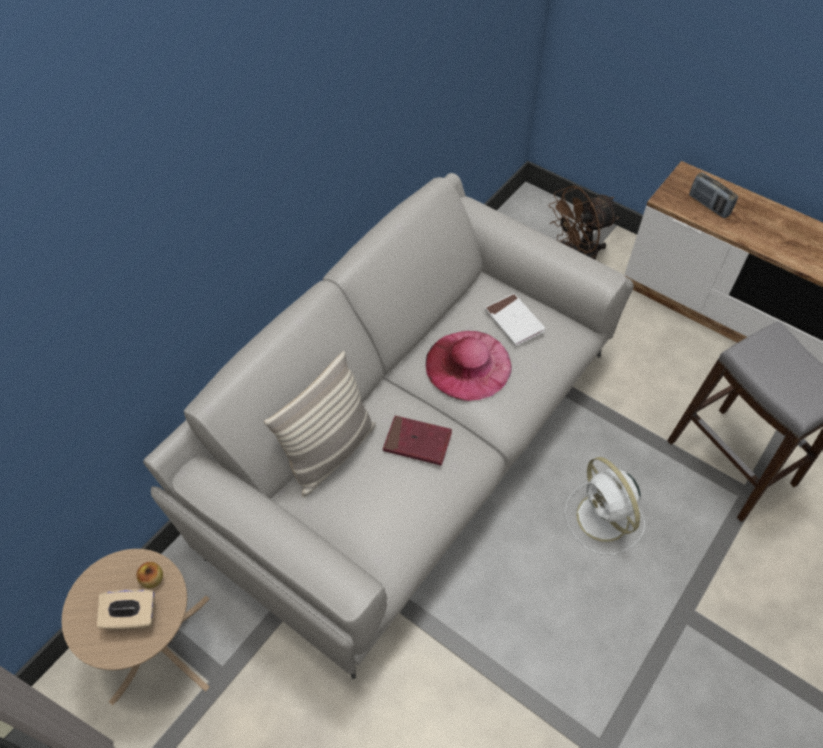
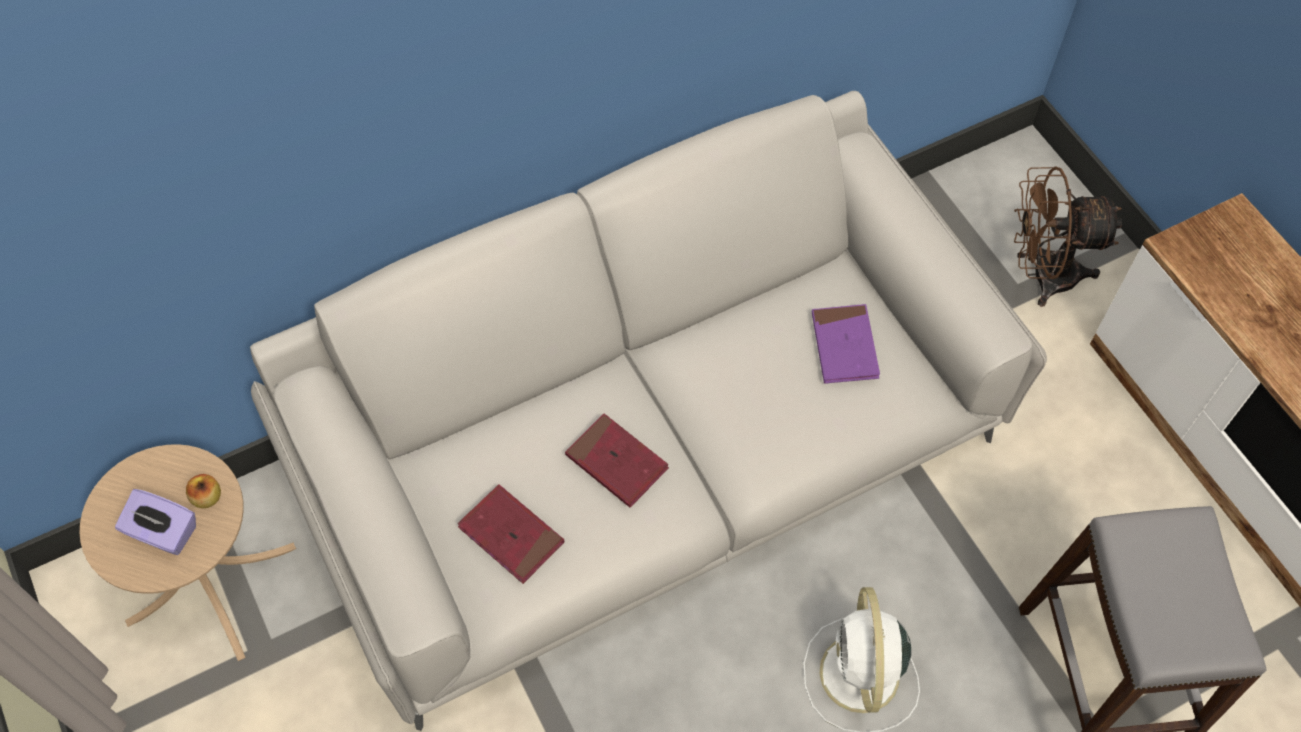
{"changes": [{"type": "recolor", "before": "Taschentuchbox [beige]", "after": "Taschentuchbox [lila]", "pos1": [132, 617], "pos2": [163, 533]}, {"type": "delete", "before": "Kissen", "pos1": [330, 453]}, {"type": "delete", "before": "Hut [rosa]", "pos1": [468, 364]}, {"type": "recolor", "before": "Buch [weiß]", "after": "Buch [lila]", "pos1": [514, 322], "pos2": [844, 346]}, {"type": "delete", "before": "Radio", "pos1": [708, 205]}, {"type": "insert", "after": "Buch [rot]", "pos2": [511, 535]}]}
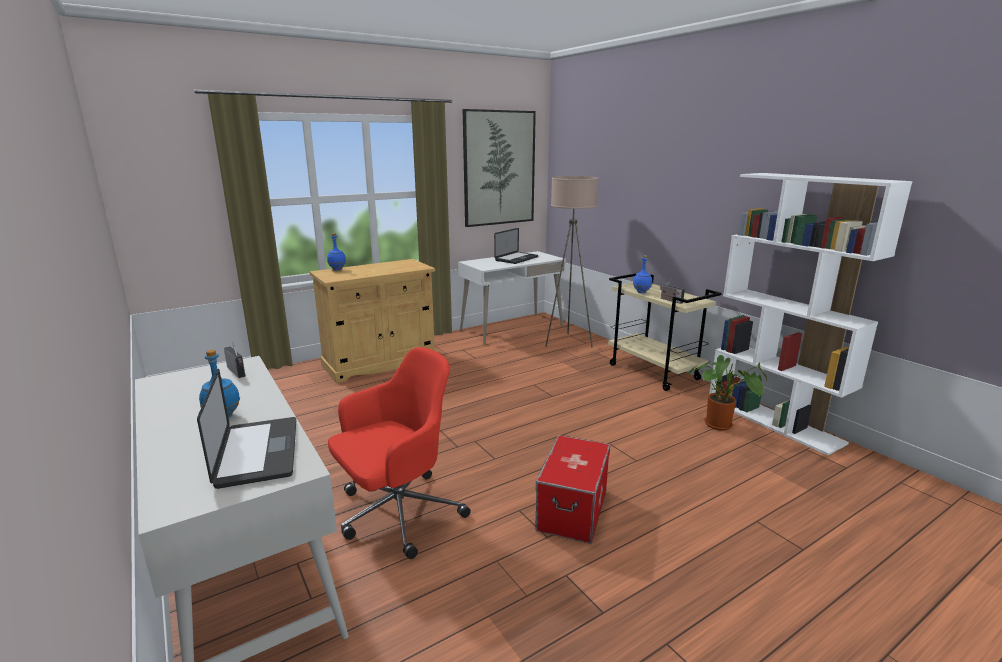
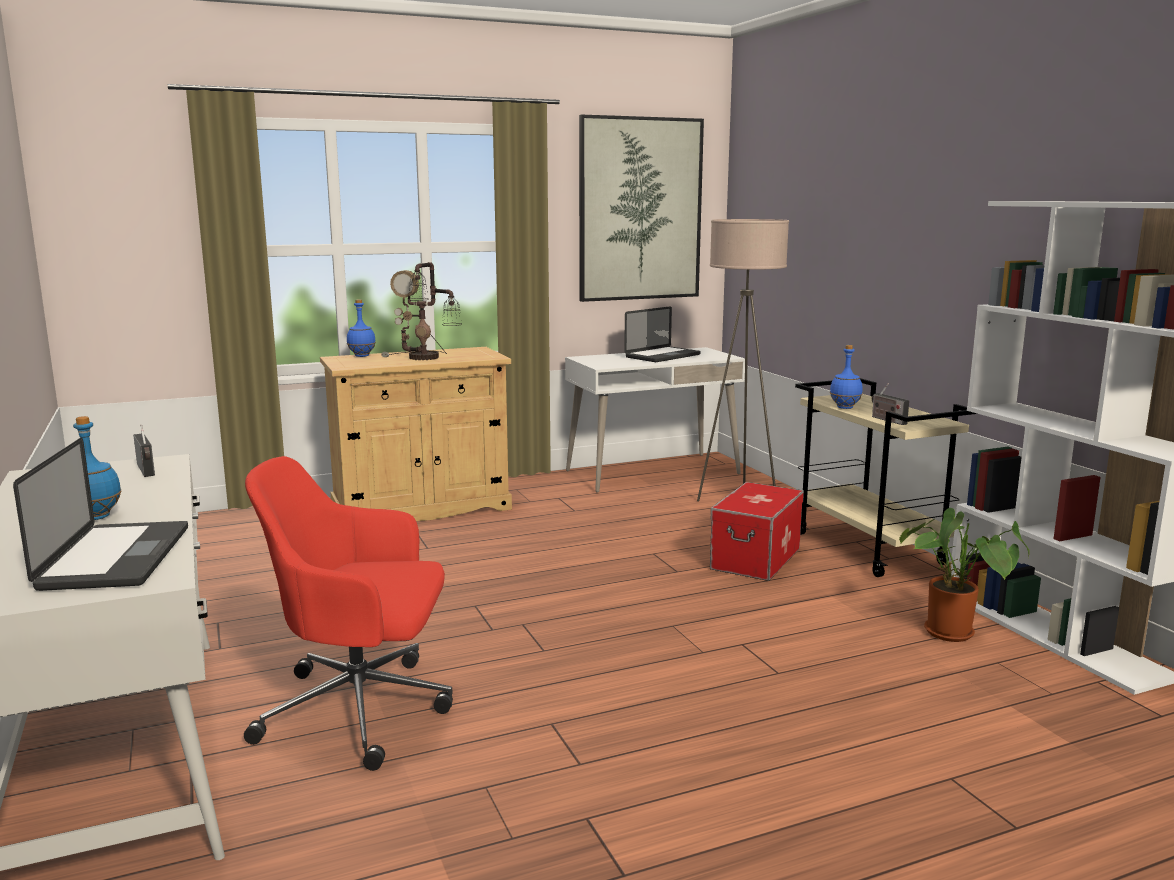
{"changes": [{"type": "rotate", "before": "Bürostuhl [rot]", "pos1": [397, 513], "pos2": [361, 710], "turn": -150}, {"type": "move", "before": "Aufbewahrungsbox", "pos1": [573, 510], "pos2": [756, 559]}, {"type": "insert", "after": "Tischlampe", "pos2": [425, 358]}]}
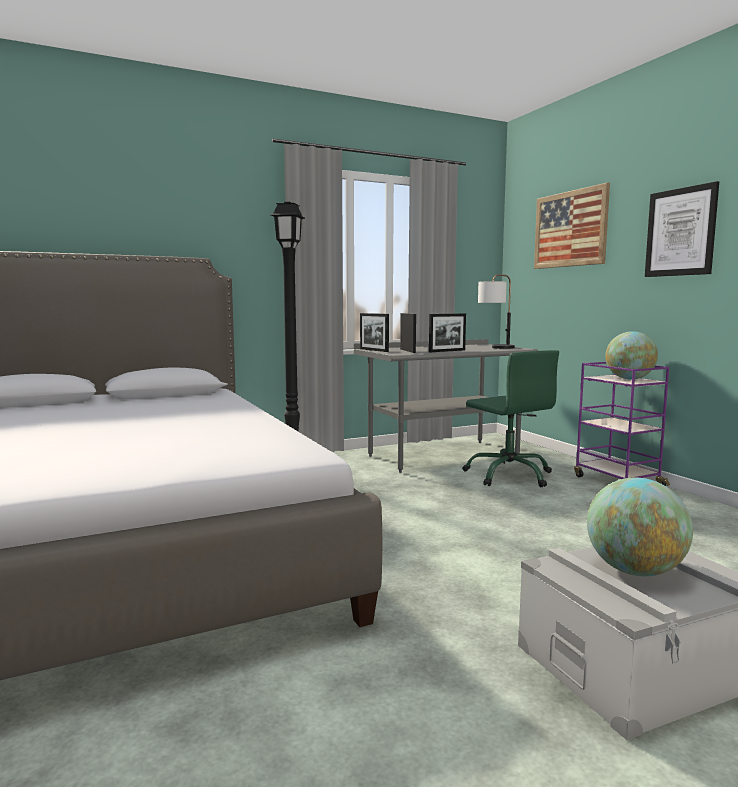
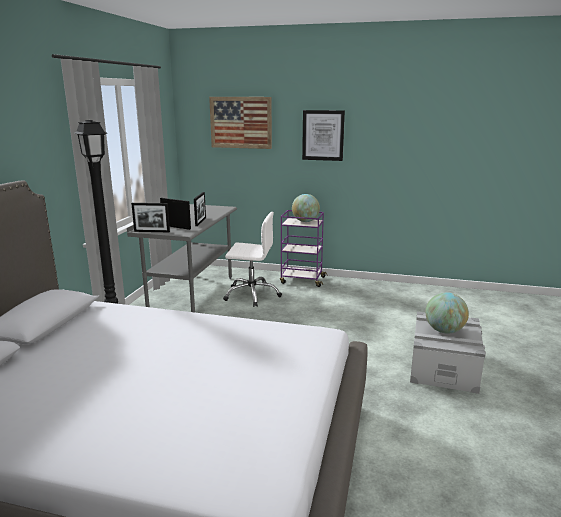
{"changes": [{"type": "recolor", "before": "Bürostuhl [grün]", "after": "Bürostuhl [weiß]", "pos1": [509, 475], "pos2": [252, 295]}, {"type": "delete", "before": "Tischlampe", "pos1": [495, 348]}]}
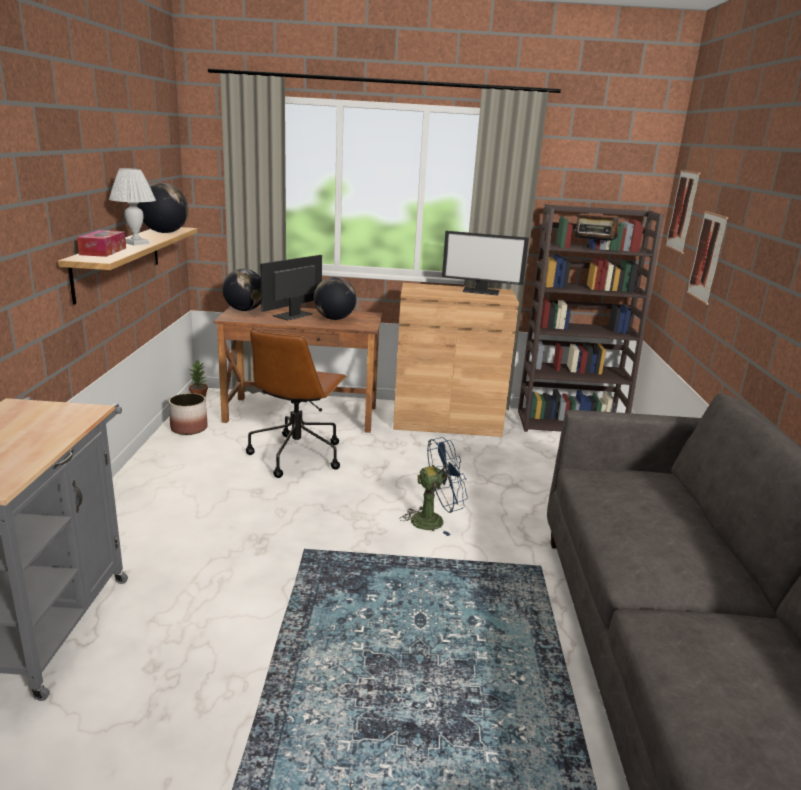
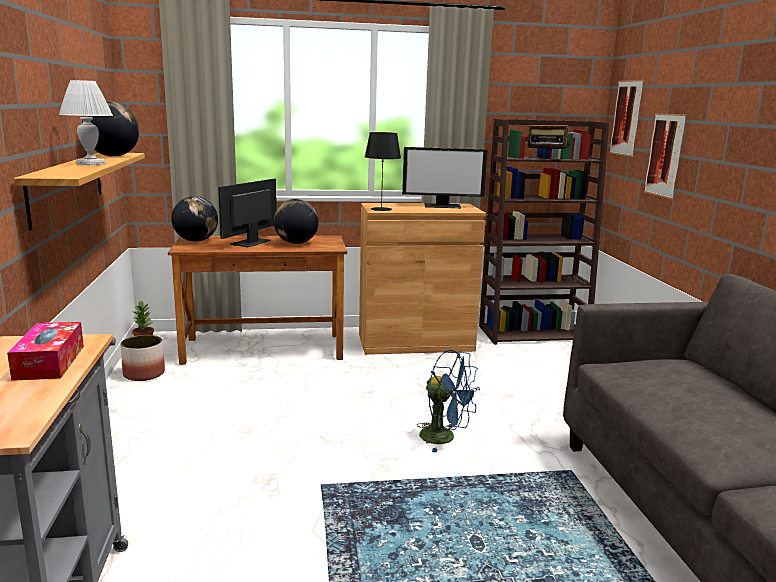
{"changes": [{"type": "move", "before": "Taschentuchbox", "pos1": [103, 251], "pos2": [49, 362]}, {"type": "delete", "before": "Bürostuhl [braun]", "pos1": [297, 454]}, {"type": "rotate", "before": "Ventilator [blau]", "pos1": [434, 520], "pos2": [445, 438], "turn": 60}, {"type": "insert", "after": "Tischlampe [schwarz]", "pos2": [381, 209]}]}
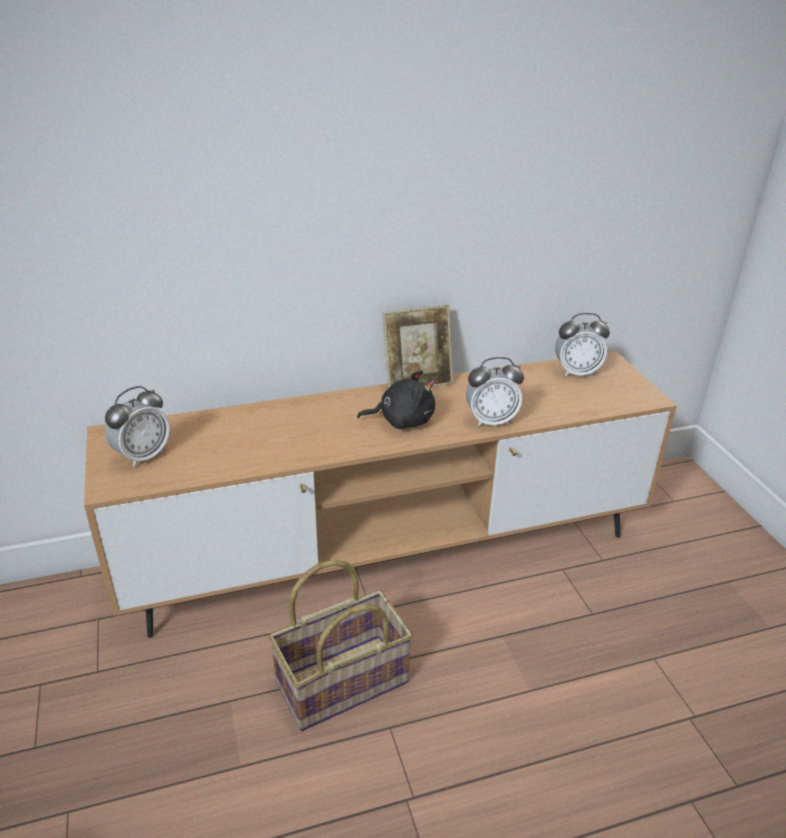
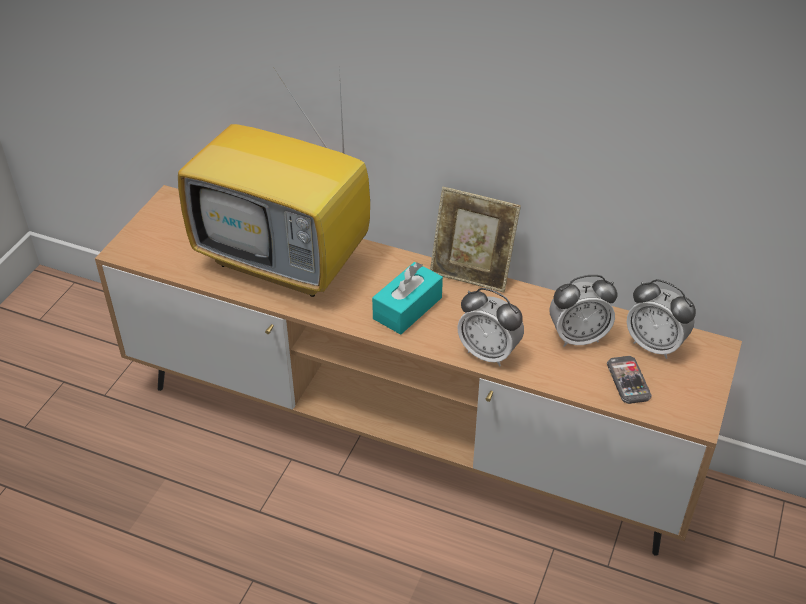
{"changes": [{"type": "move", "before": "Wecker", "pos1": [143, 456], "pos2": [578, 337]}, {"type": "delete", "before": "Korb", "pos1": [342, 681]}, {"type": "replace", "before": "Plüschtier [schwarz]", "after": "Taschentuchbox [türkis]", "pos1": [402, 420], "pos2": [407, 308]}, {"type": "insert", "after": "Fernseher", "pos2": [287, 261]}, {"type": "insert", "after": "Handy", "pos2": [628, 381]}]}
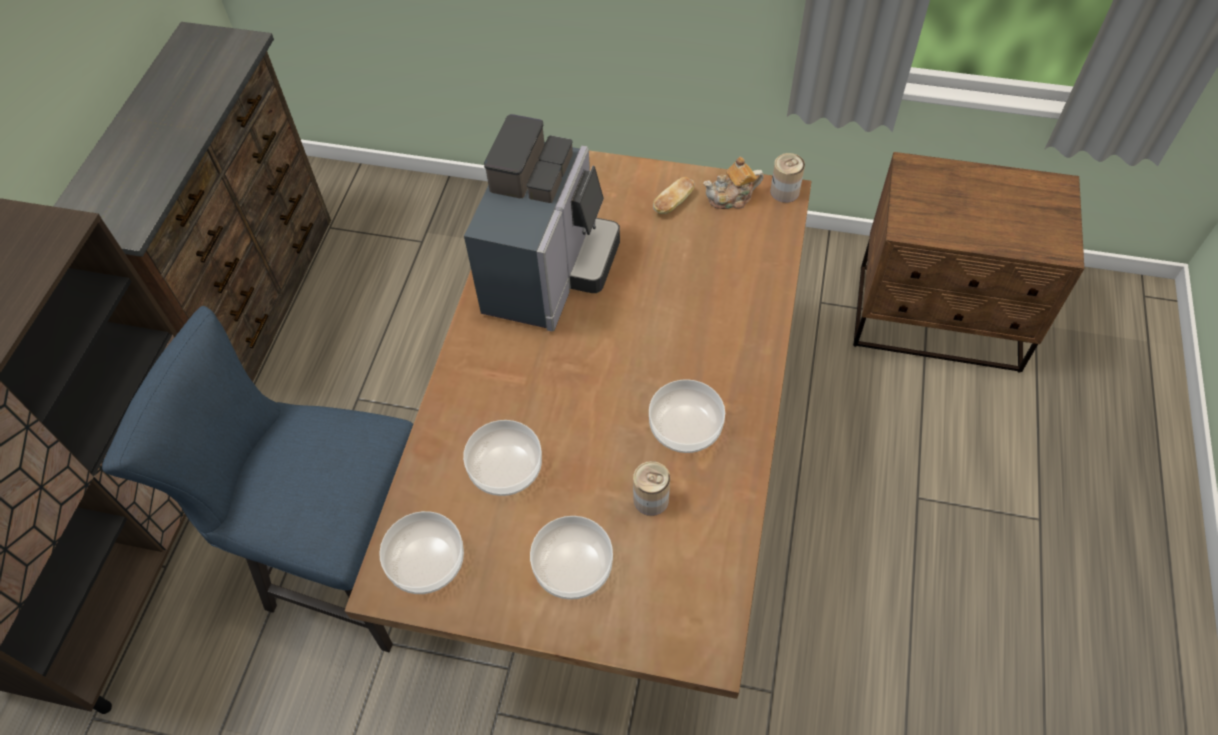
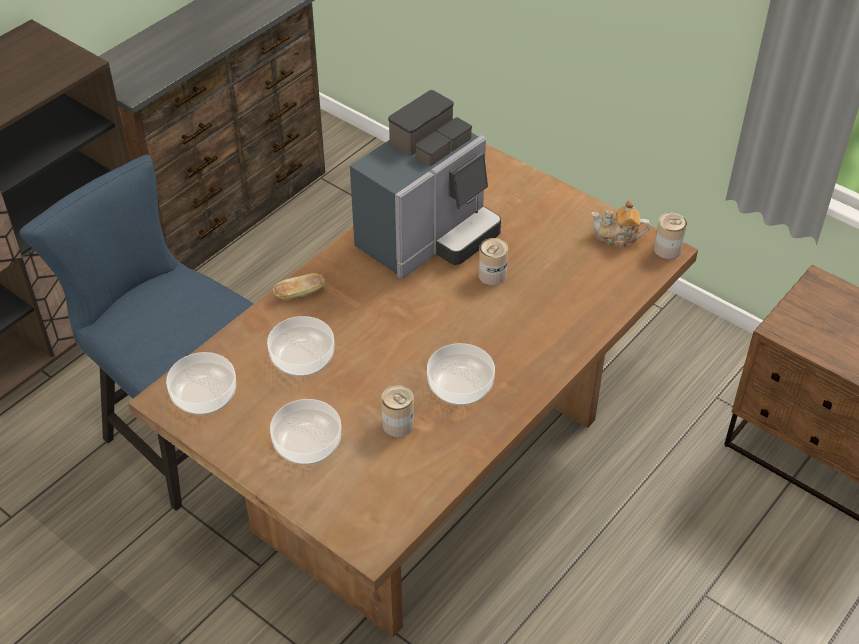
{"changes": [{"type": "move", "before": "Brot", "pos1": [673, 203], "pos2": [300, 294]}, {"type": "insert", "after": "Dose", "pos2": [492, 275]}]}
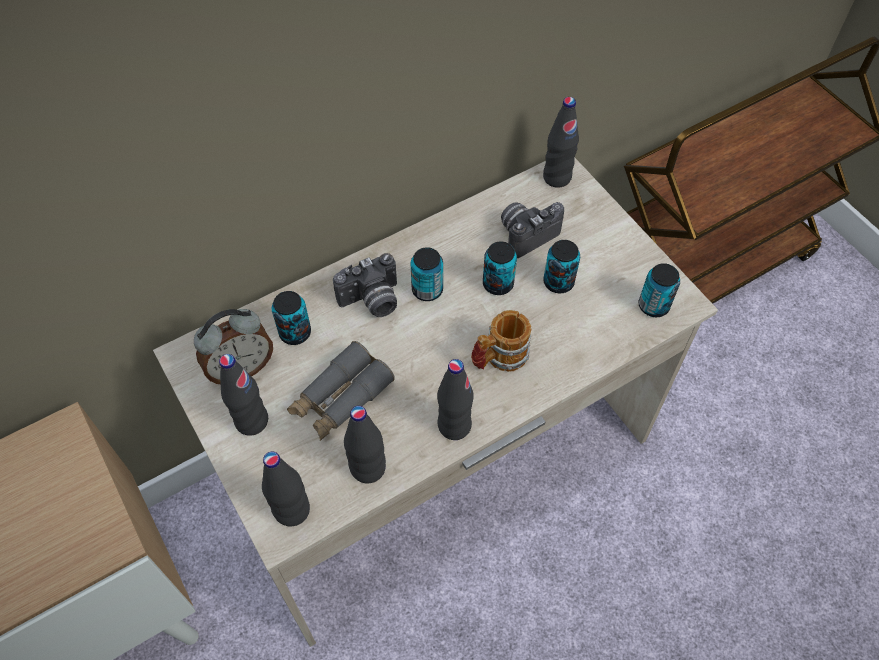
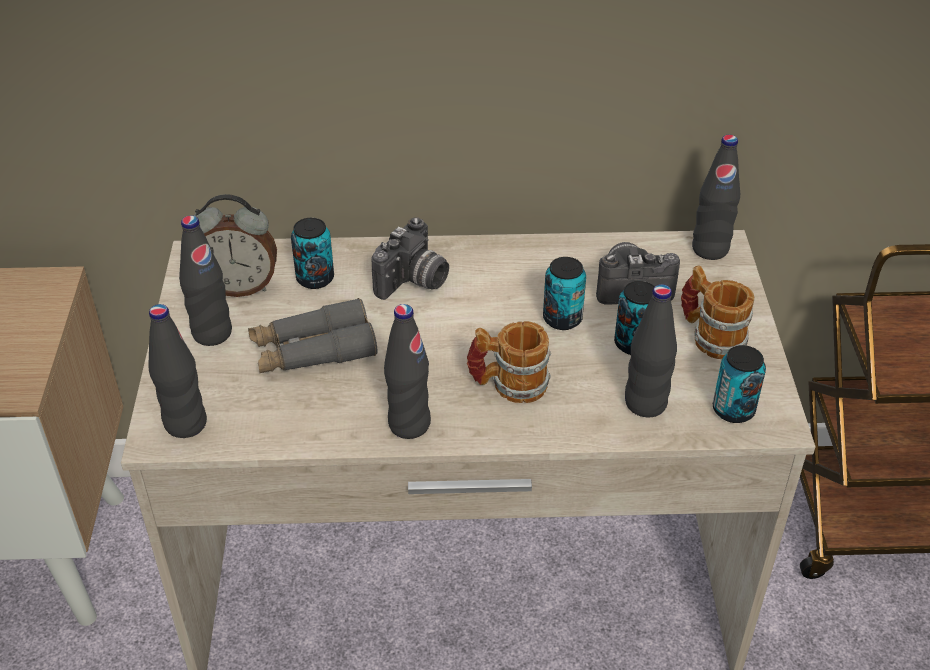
{"changes": [{"type": "rotate", "before": "Kamera", "pos1": [372, 301], "pos2": [414, 282], "turn": -60}, {"type": "move", "before": "Flasche [schwarz]", "pos1": [368, 468], "pos2": [645, 403]}, {"type": "delete", "before": "Dose", "pos1": [427, 290]}, {"type": "insert", "after": "Henkelbecher", "pos2": [710, 336]}]}
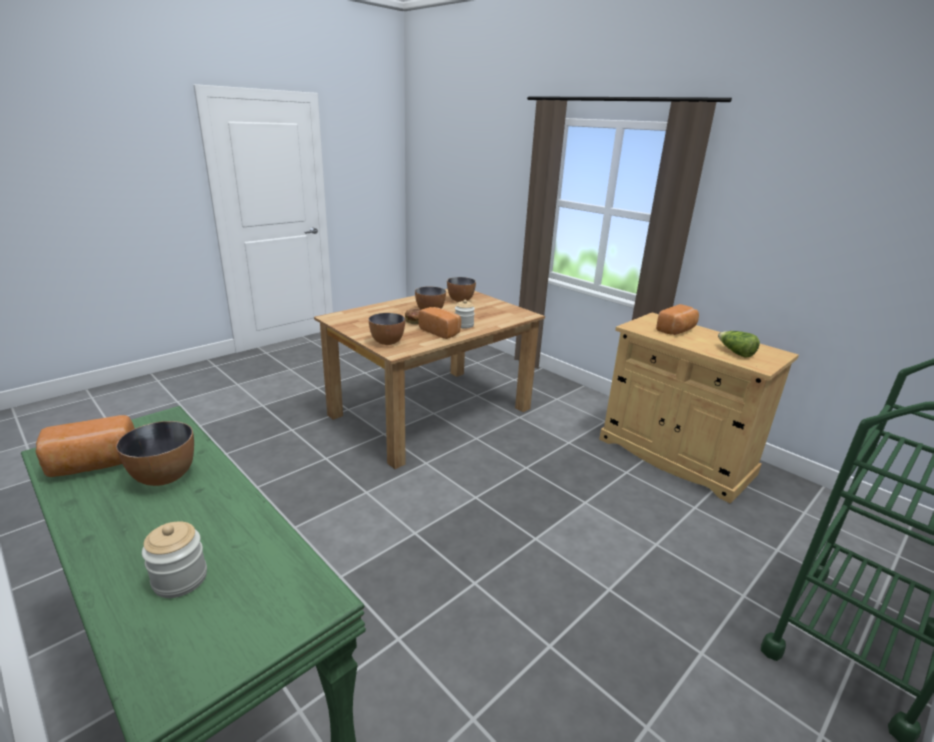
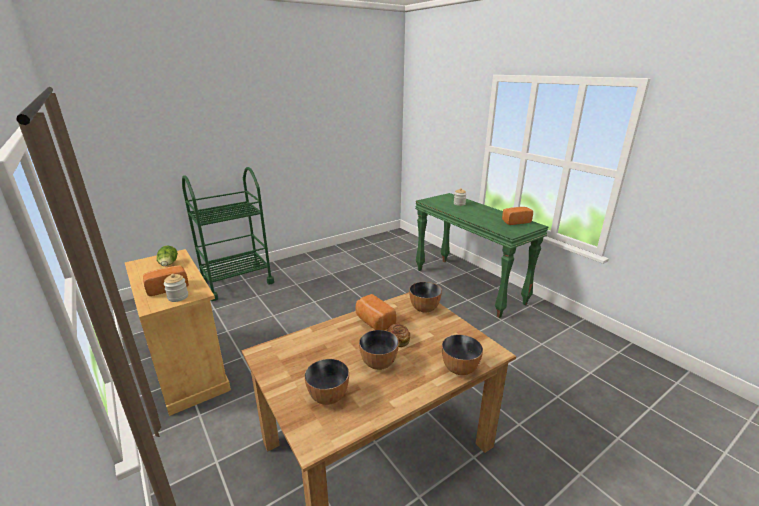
{"changes": [{"type": "move", "before": "Schüssel", "pos1": [164, 477], "pos2": [460, 368]}, {"type": "move", "before": "Vorratsglas", "pos1": [464, 325], "pos2": [178, 297]}]}
